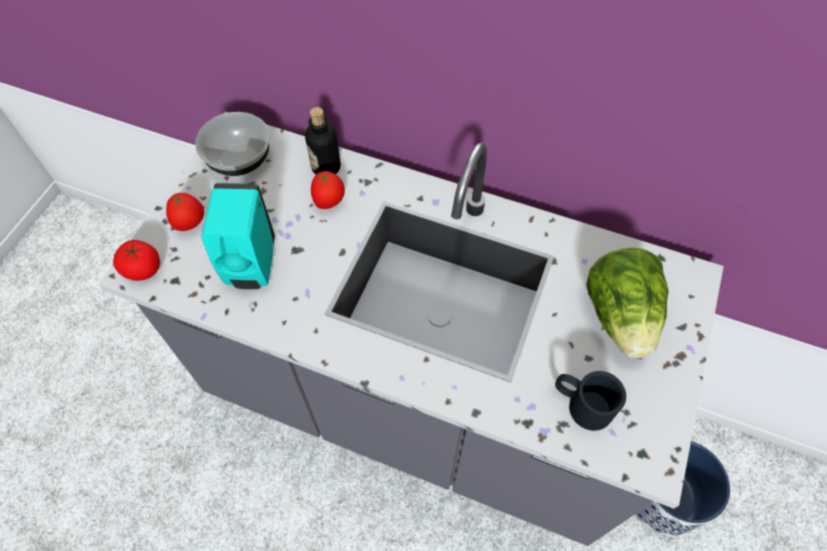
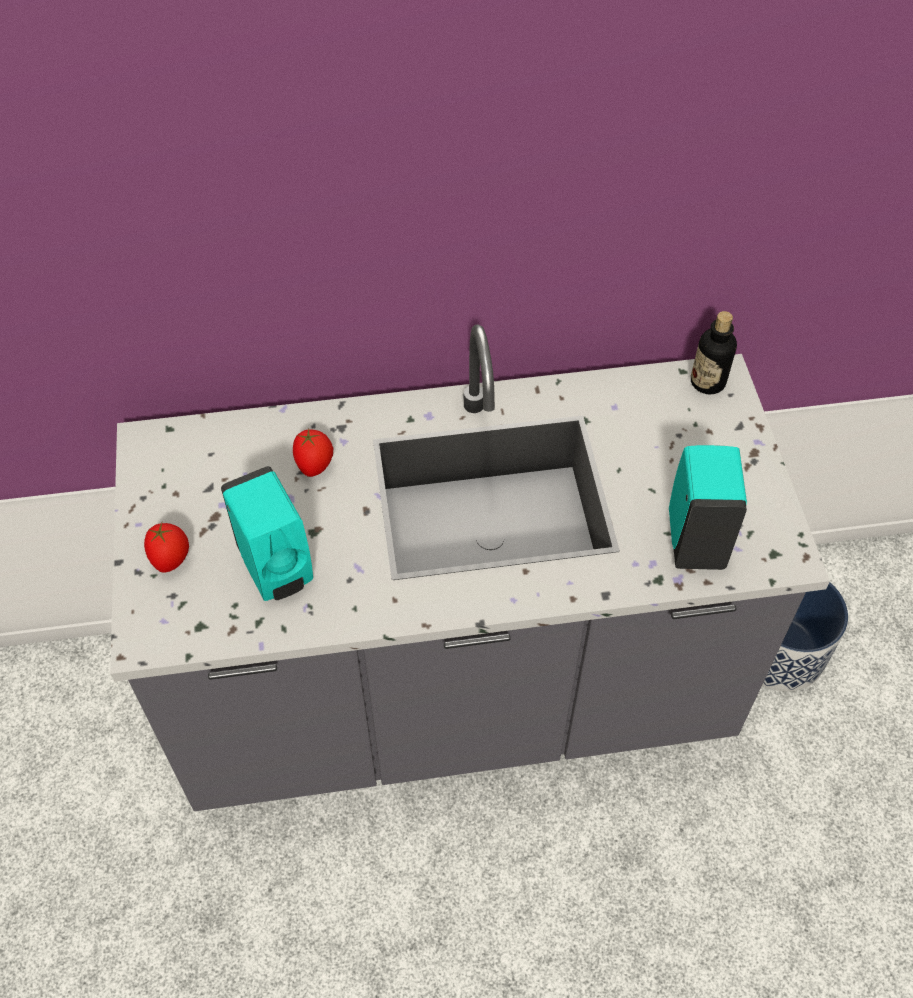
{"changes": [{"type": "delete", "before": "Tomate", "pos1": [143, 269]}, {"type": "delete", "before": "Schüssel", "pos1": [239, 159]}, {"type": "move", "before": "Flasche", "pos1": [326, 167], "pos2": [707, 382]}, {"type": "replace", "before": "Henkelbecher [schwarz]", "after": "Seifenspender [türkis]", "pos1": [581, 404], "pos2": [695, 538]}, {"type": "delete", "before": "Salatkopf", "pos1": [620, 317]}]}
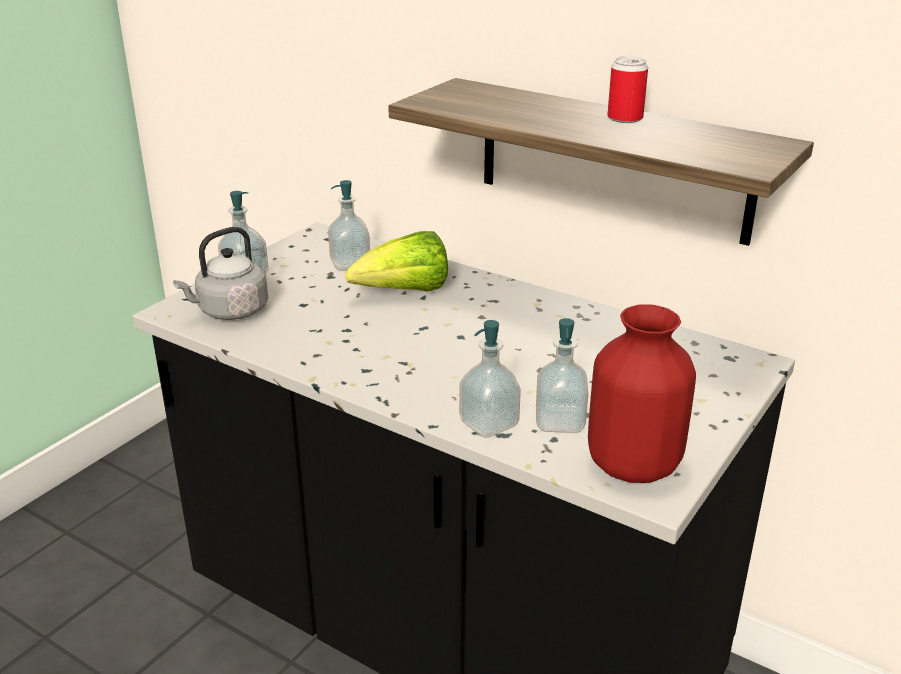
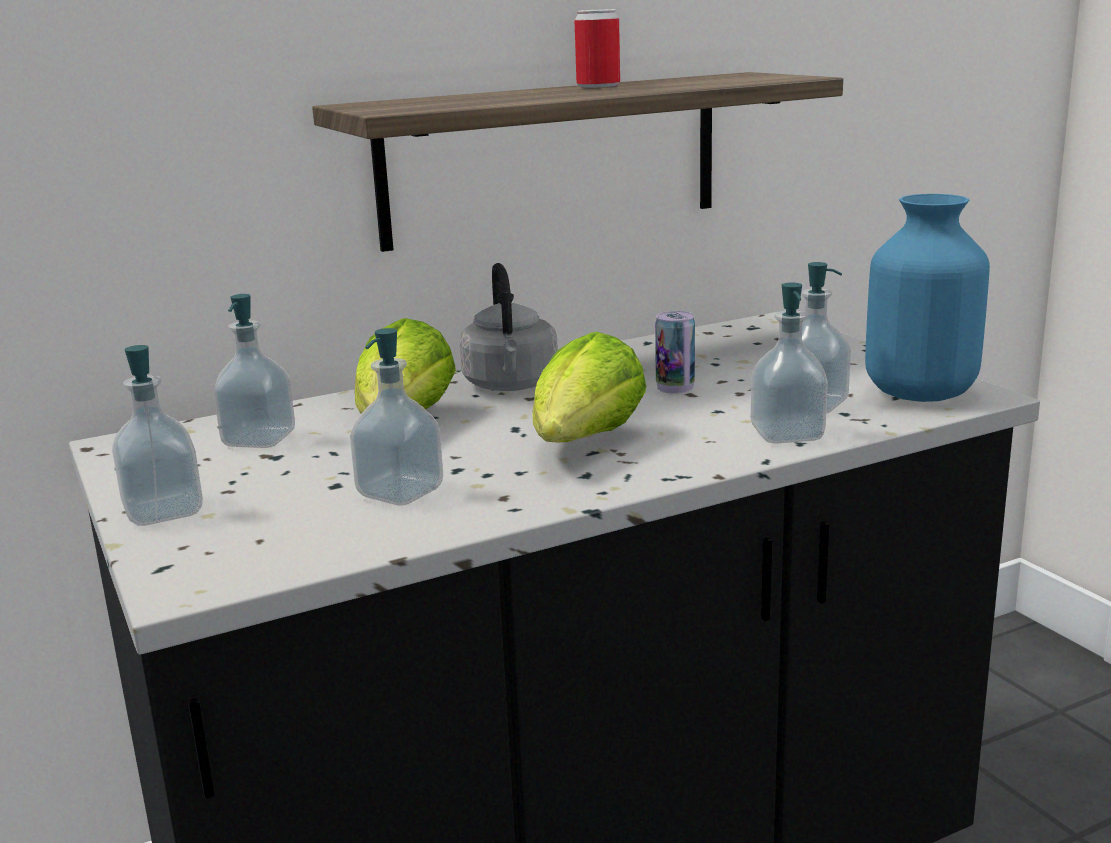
{"changes": [{"type": "move", "before": "Wasserkessel [grau]", "pos1": [230, 311], "pos2": [511, 386]}, {"type": "recolor", "before": "Vase [rot]", "after": "Vase [blau]", "pos1": [635, 465], "pos2": [921, 392]}, {"type": "insert", "after": "Seifenspender", "pos2": [400, 492]}, {"type": "insert", "after": "Salatkopf", "pos2": [585, 444]}, {"type": "insert", "after": "Dose", "pos2": [675, 387]}]}
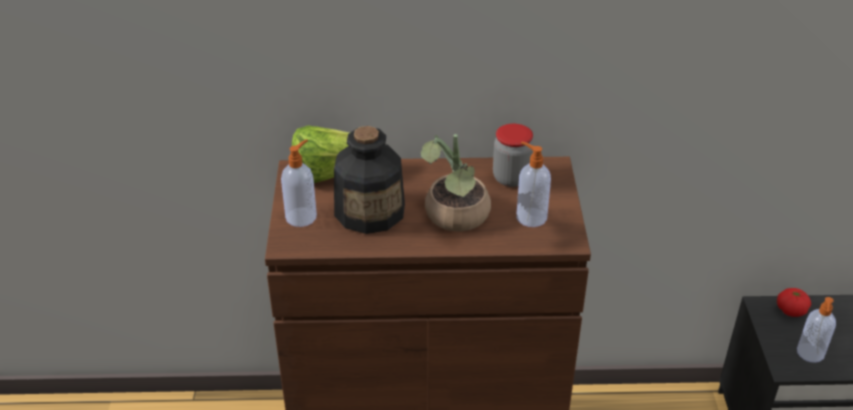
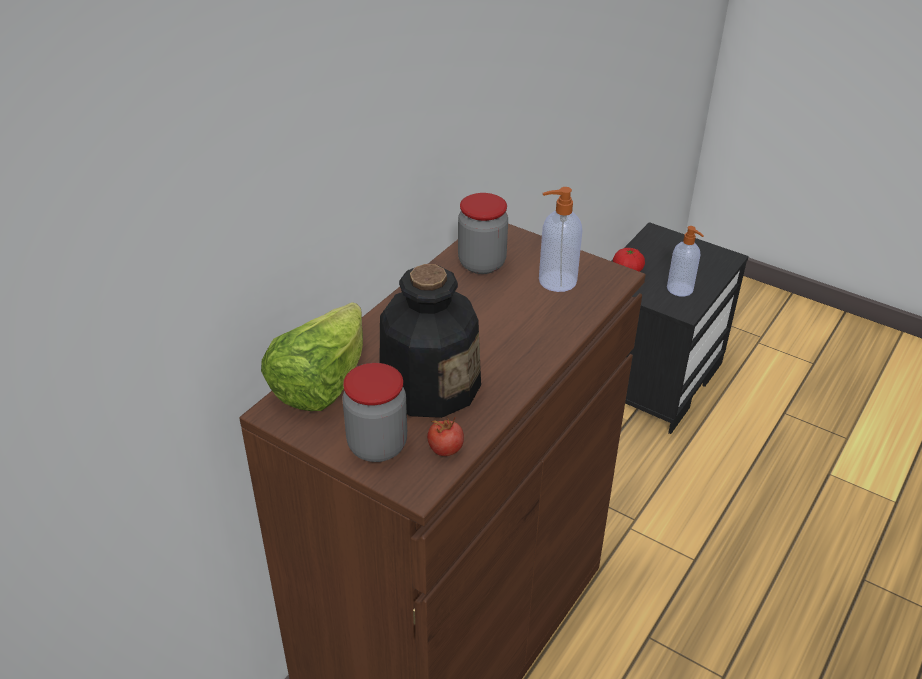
{"changes": [{"type": "replace", "before": "Seifenspender", "after": "Vorratsglas", "pos1": [302, 216], "pos2": [377, 445]}, {"type": "delete", "before": "Topfpflanze", "pos1": [454, 219]}, {"type": "insert", "after": "Tomate", "pos2": [445, 449]}]}
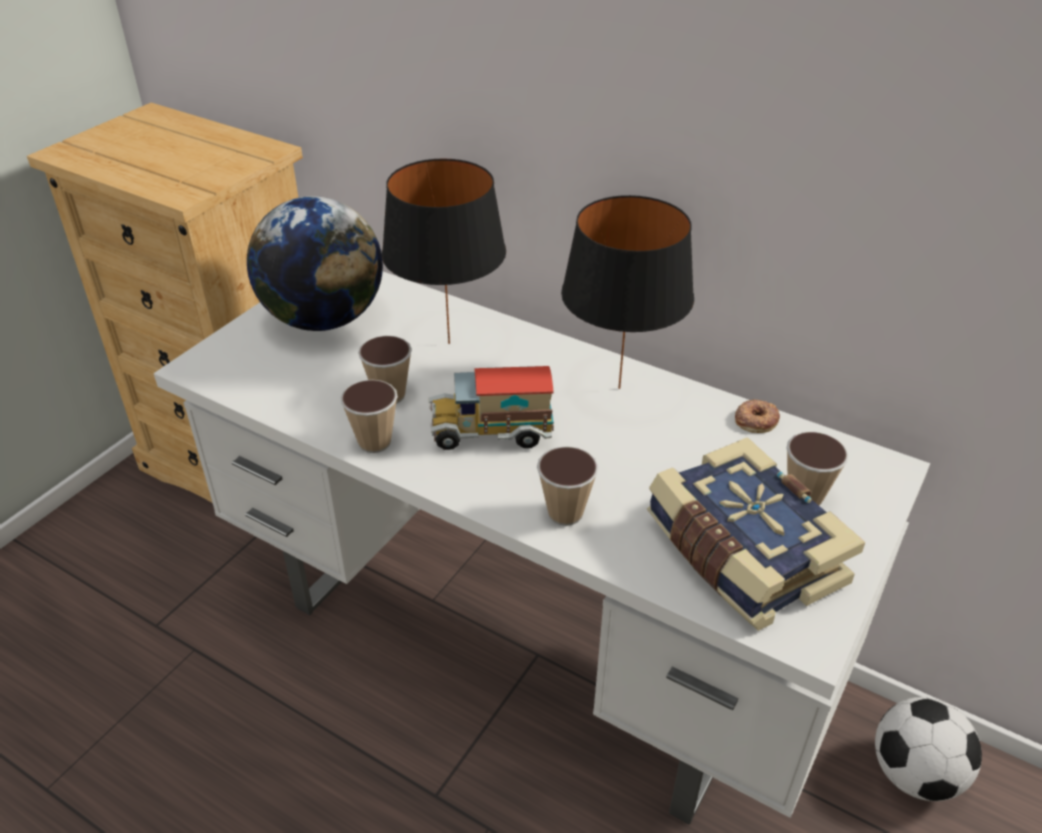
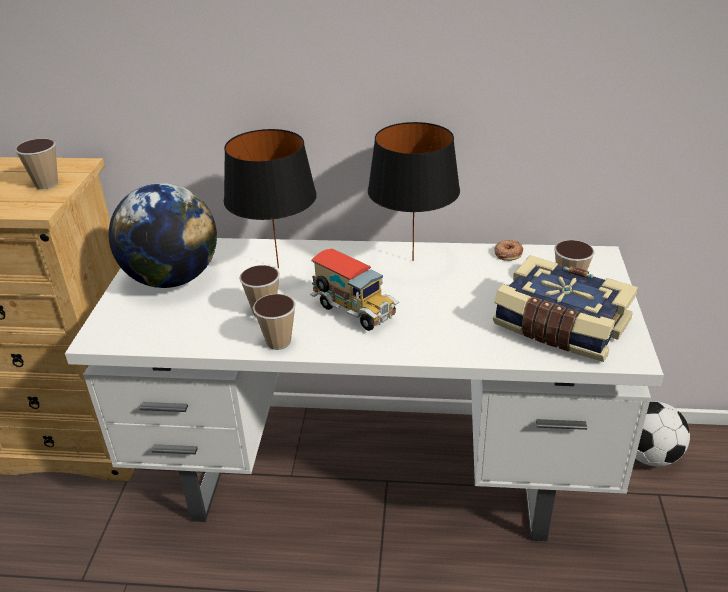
{"changes": [{"type": "rotate", "before": "Spielzeuglaster", "pos1": [491, 433], "pos2": [354, 311], "turn": -105}, {"type": "move", "before": "Tasse", "pos1": [565, 513], "pos2": [46, 184]}]}
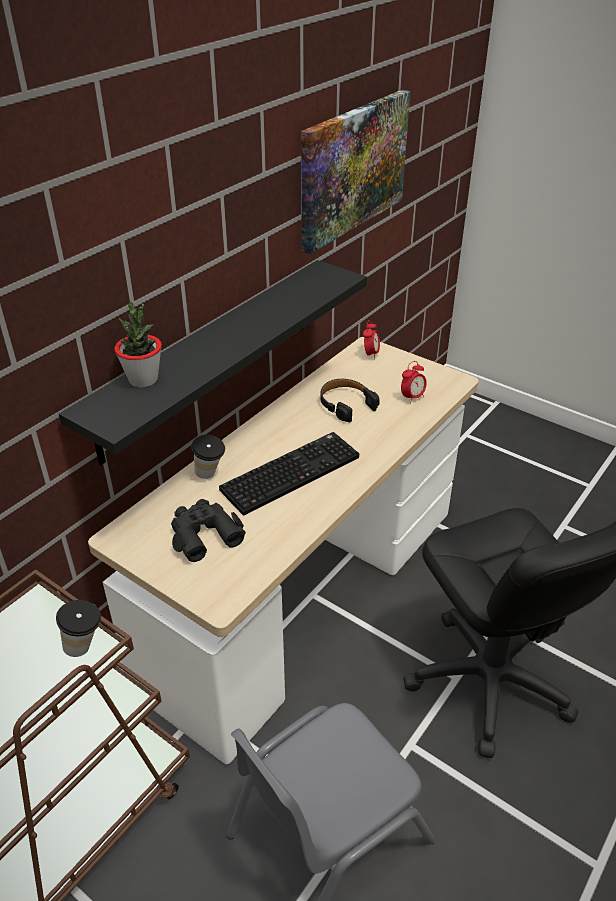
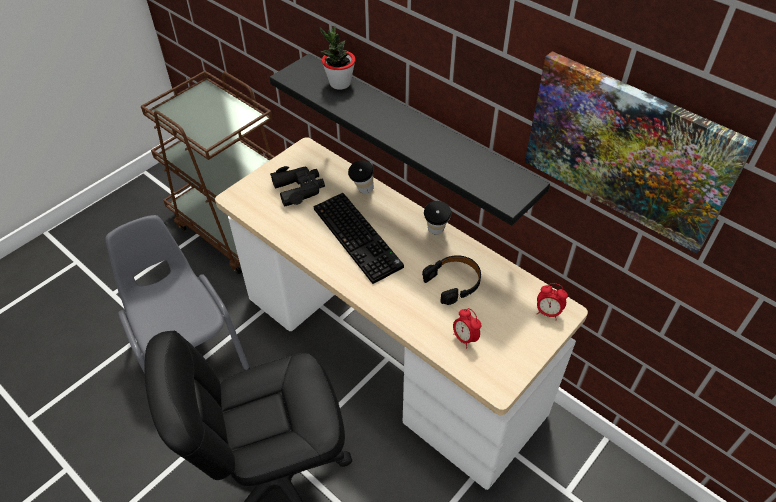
{"changes": [{"type": "move", "before": "Tasse", "pos1": [86, 647], "pos2": [436, 233]}]}
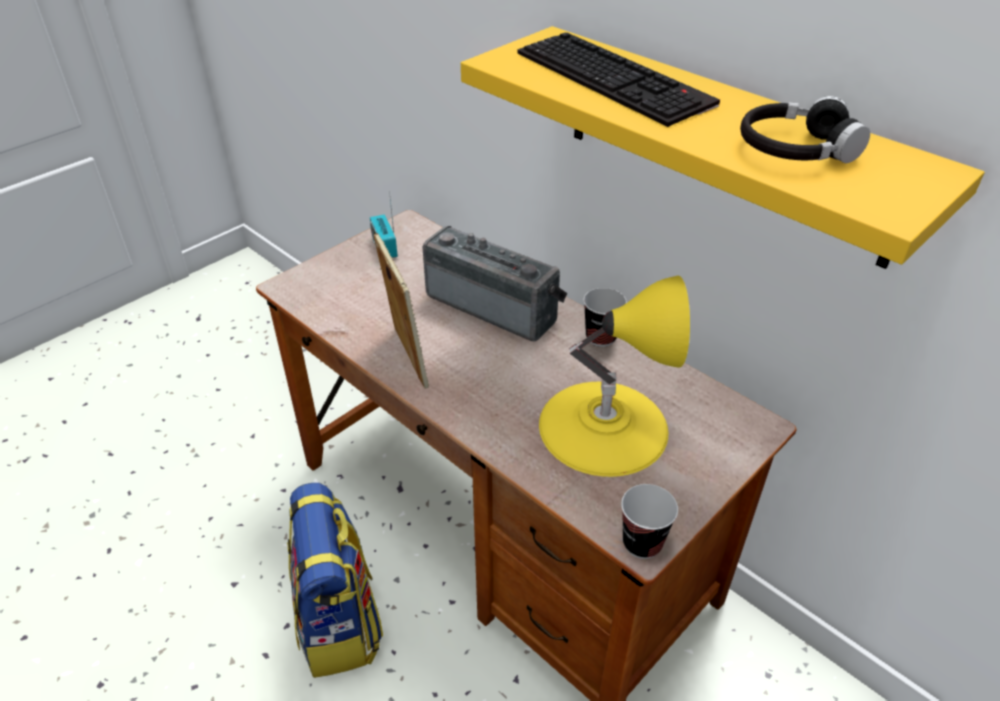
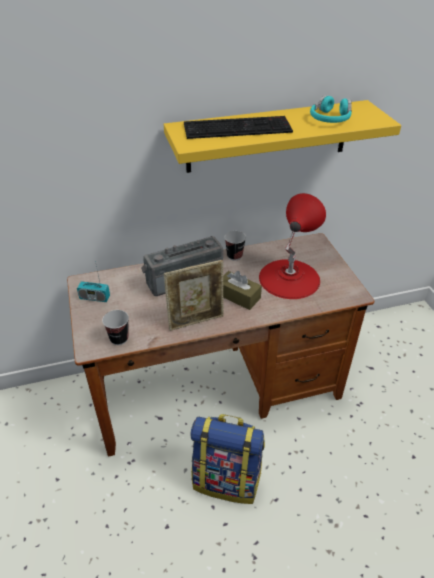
{"changes": [{"type": "rotate", "before": "Bilderrahmen", "pos1": [406, 357], "pos2": [196, 321], "turn": 150}, {"type": "recolor", "before": "Tischlampe [gelb]", "after": "Tischlampe [rot]", "pos1": [603, 426], "pos2": [289, 278]}, {"type": "move", "before": "Tasse", "pos1": [642, 543], "pos2": [119, 338]}, {"type": "recolor", "before": "Kopfhörer [schwarz]", "after": "Kopfhörer [türkis]", "pos1": [795, 149], "pos2": [330, 118]}, {"type": "insert", "after": "Taschentuchbox [braun]", "pos2": [238, 296]}]}
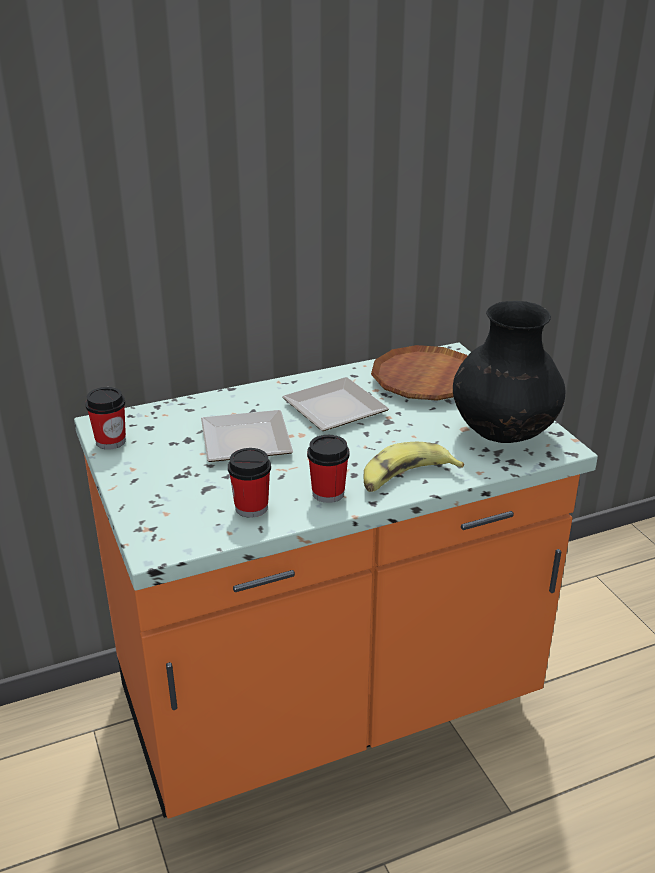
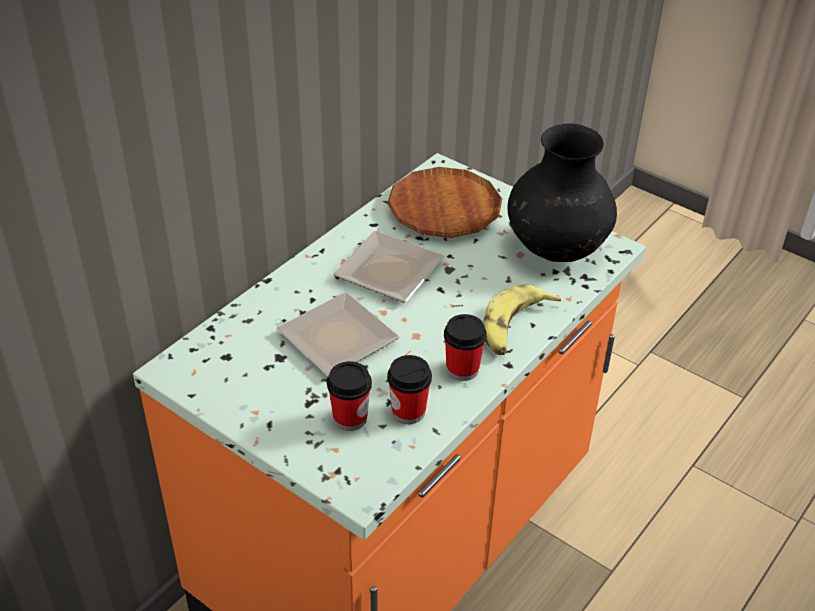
{"changes": [{"type": "move", "before": "Tasse", "pos1": [110, 441], "pos2": [350, 418]}]}
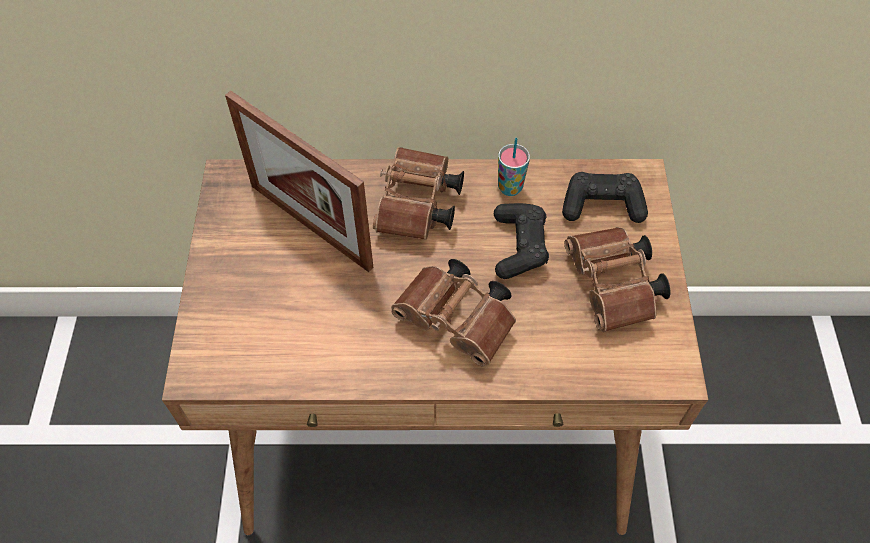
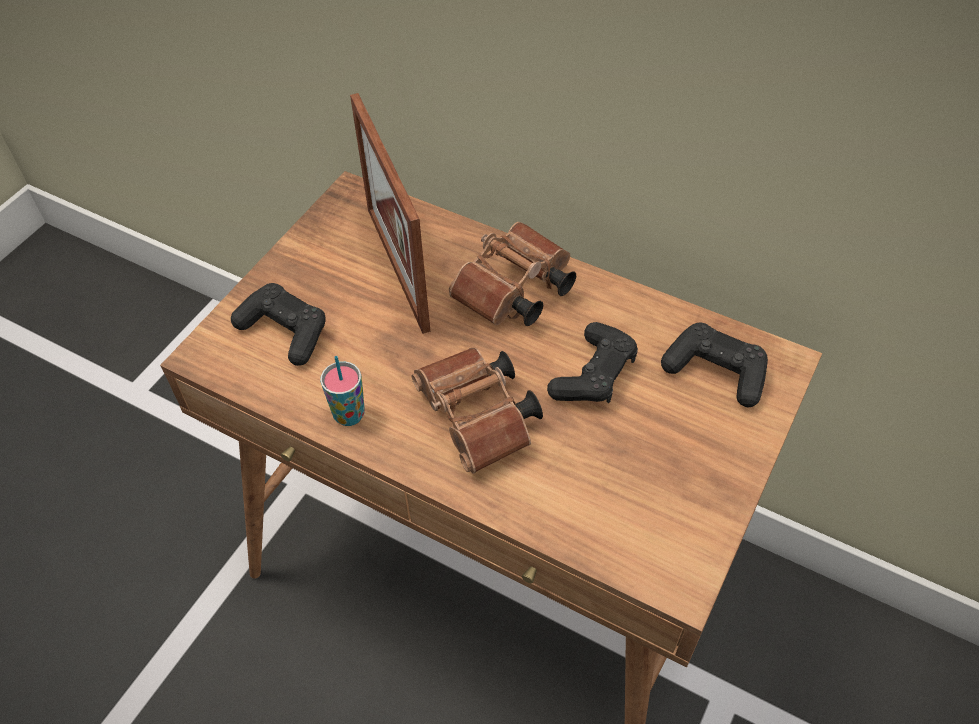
{"changes": [{"type": "move", "before": "Tasse", "pos1": [510, 188], "pos2": [349, 415]}, {"type": "delete", "before": "Fernglas [braun]", "pos1": [613, 289]}, {"type": "insert", "after": "Gamepad [schwarz]", "pos2": [285, 331]}]}
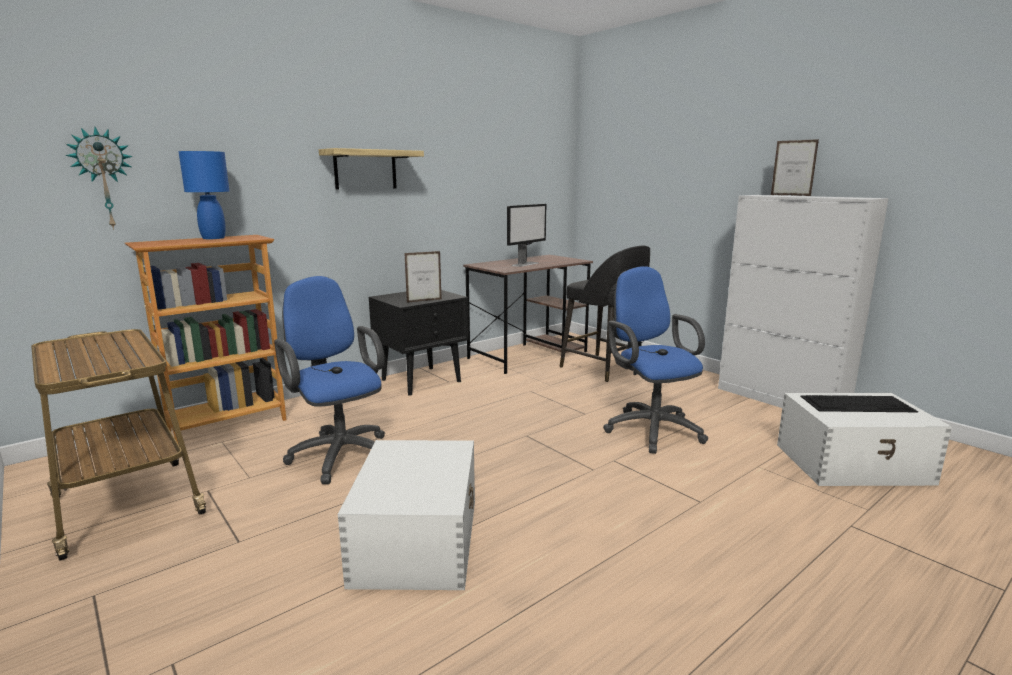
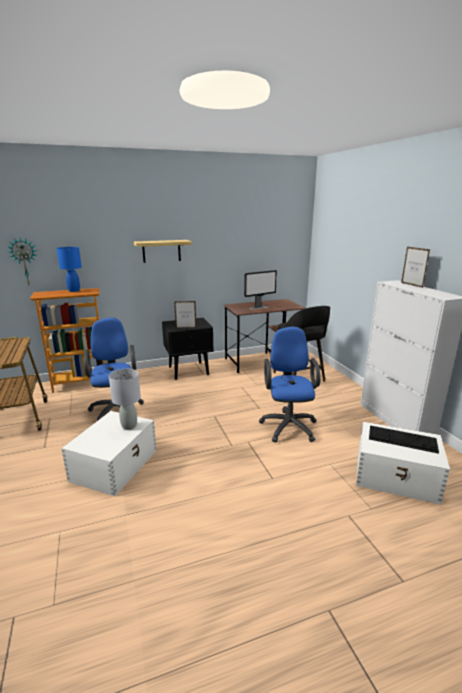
{"changes": [{"type": "insert", "after": "Tischlampe [grau]", "pos2": [129, 426]}]}
